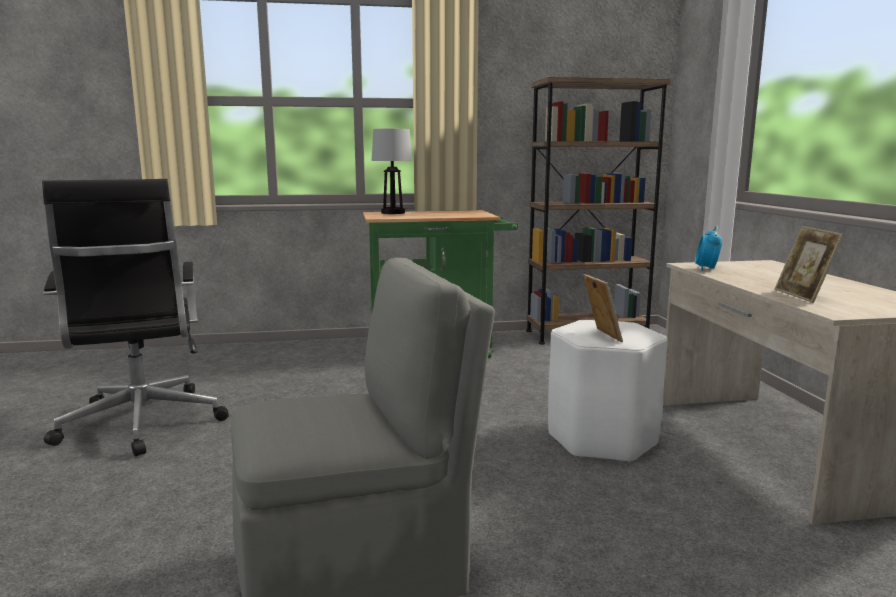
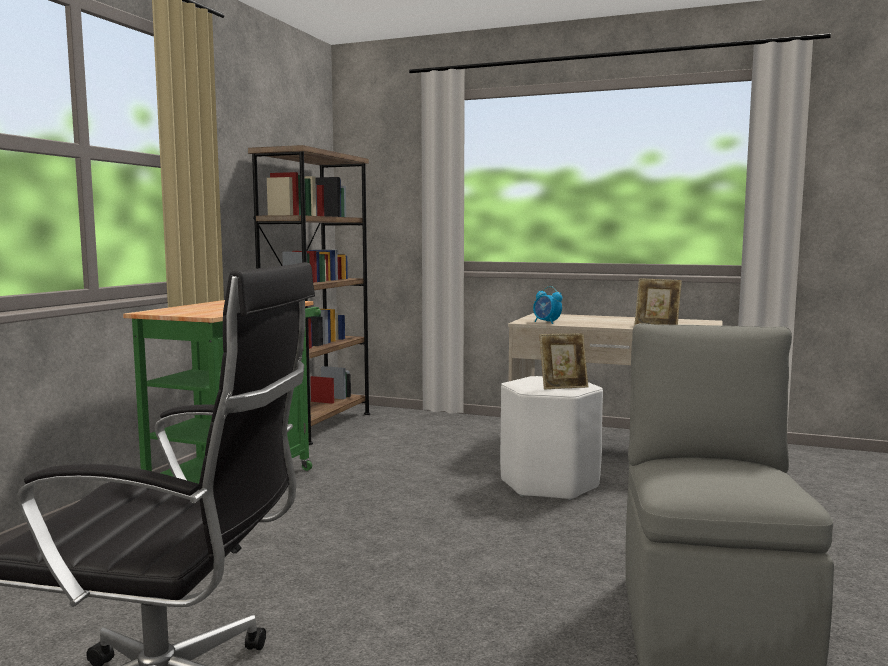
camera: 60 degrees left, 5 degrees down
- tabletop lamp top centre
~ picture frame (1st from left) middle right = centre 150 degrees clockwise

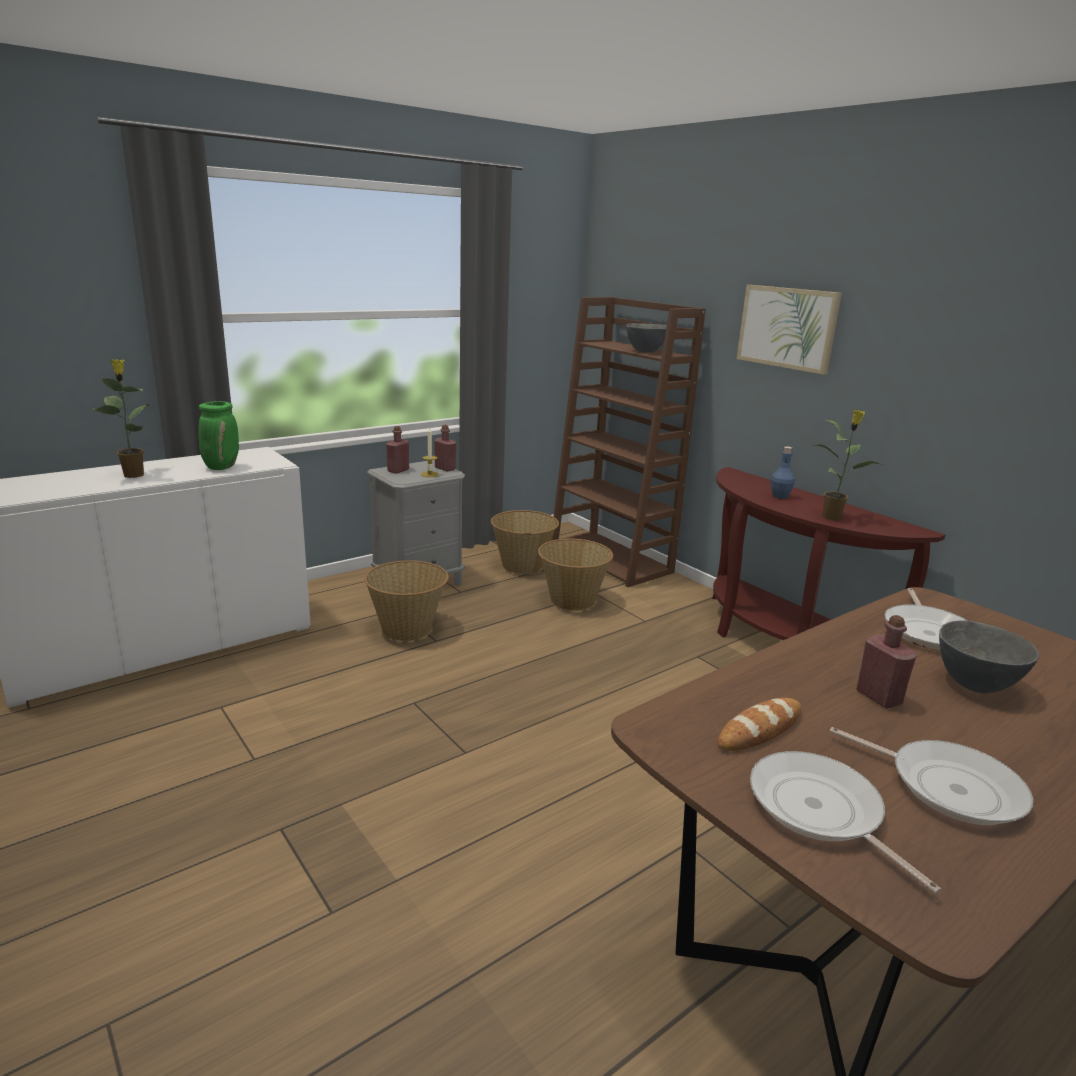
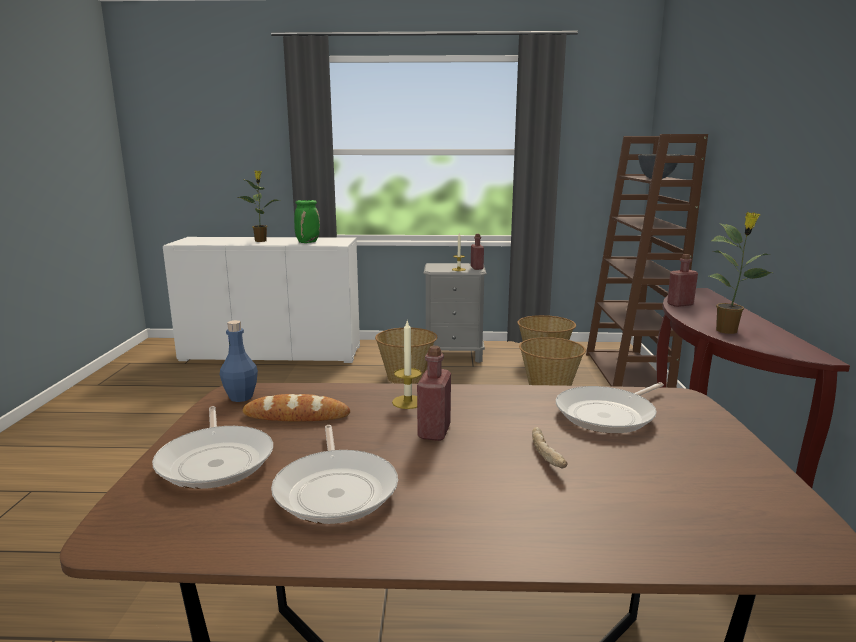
camera: 40 degrees right, 5 degrees down
- wall art top right
+ wax light (1st from left) centre
~ drink bottle (red) (1st from left in the first image) centre to drink bottle (red) (3rd from left) middle right
~ drink bottle (blue) middle right to middle left
~ deep dish (grey) (2nd from left) middle right to bakery bread (2nd from left) bottom centre
~ skillet (1st from left) bottom right = bottom left 150 degrees clockwise

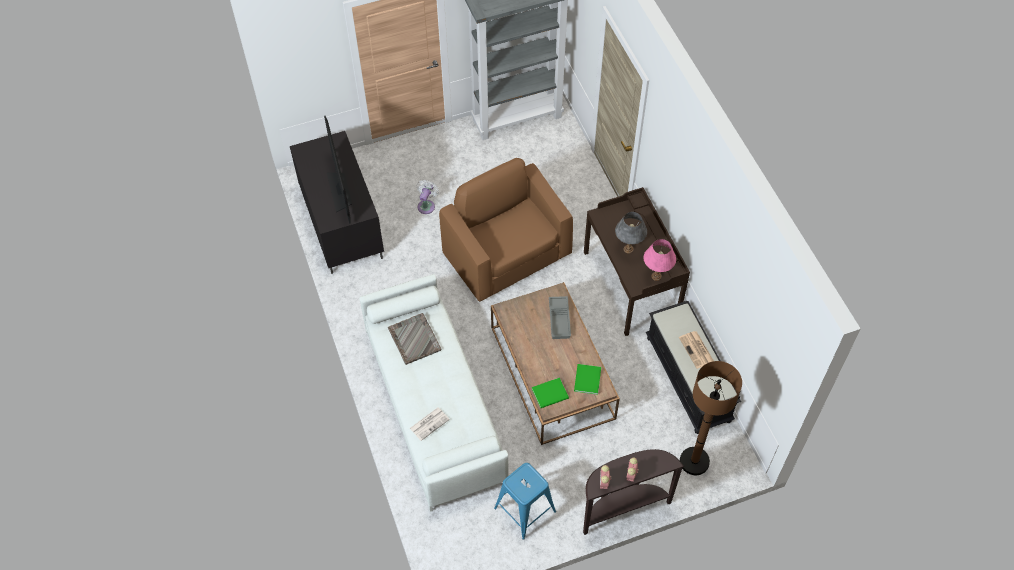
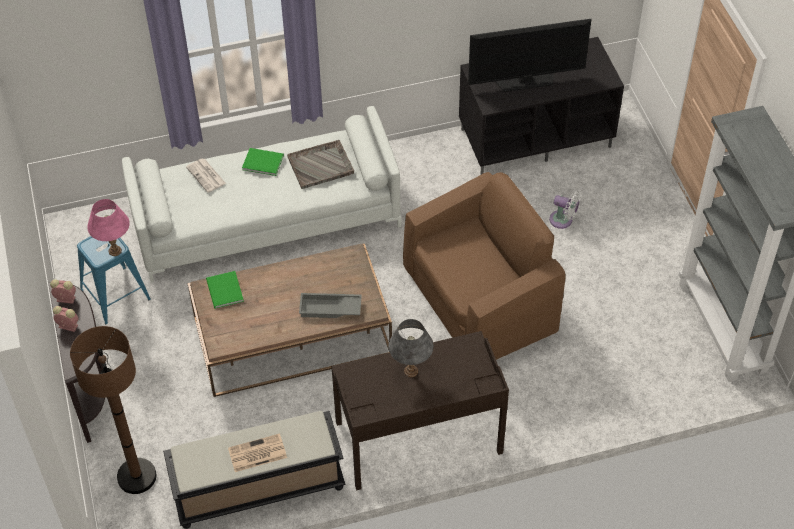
camera: 95 degrees right, 5 degrees down
~ book (green) (2nd from left) centre to top left
~ tabletop lamp (pinkish) centre to middle left

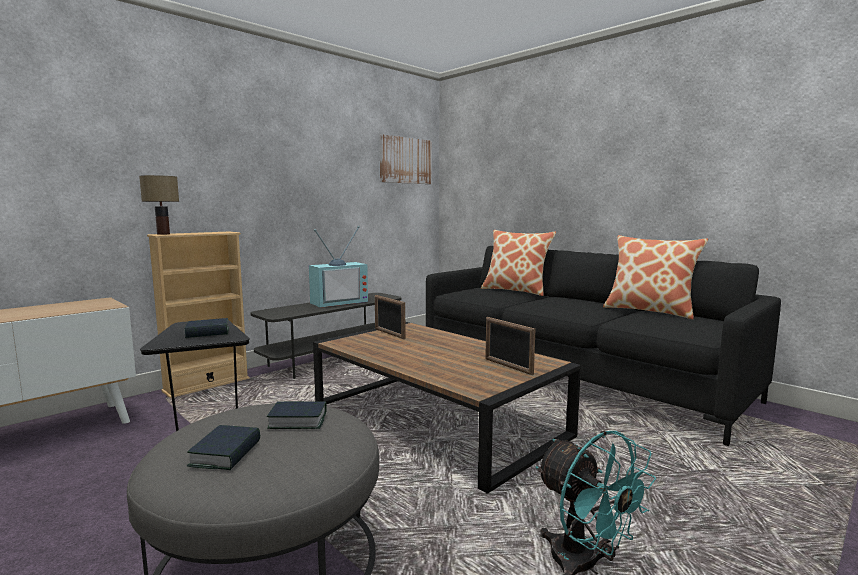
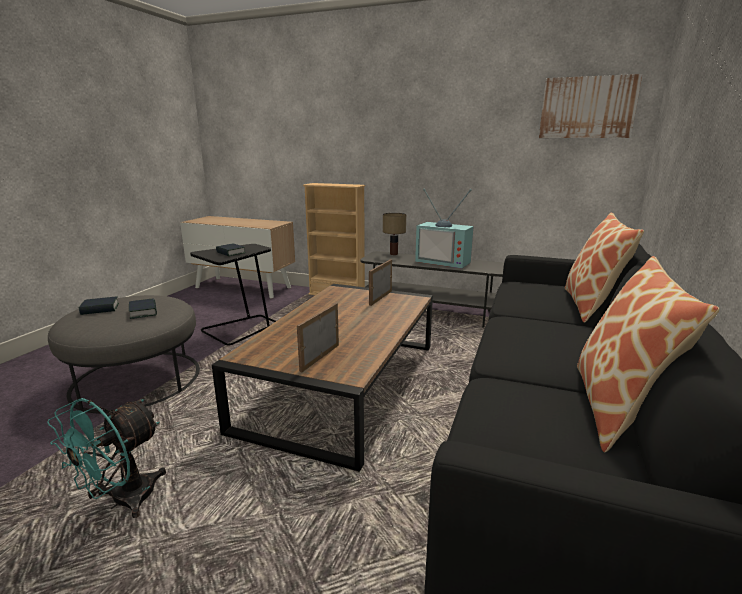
camera: 65 degrees right, 10 degrees up
~ tabletop lamp middle left to centre

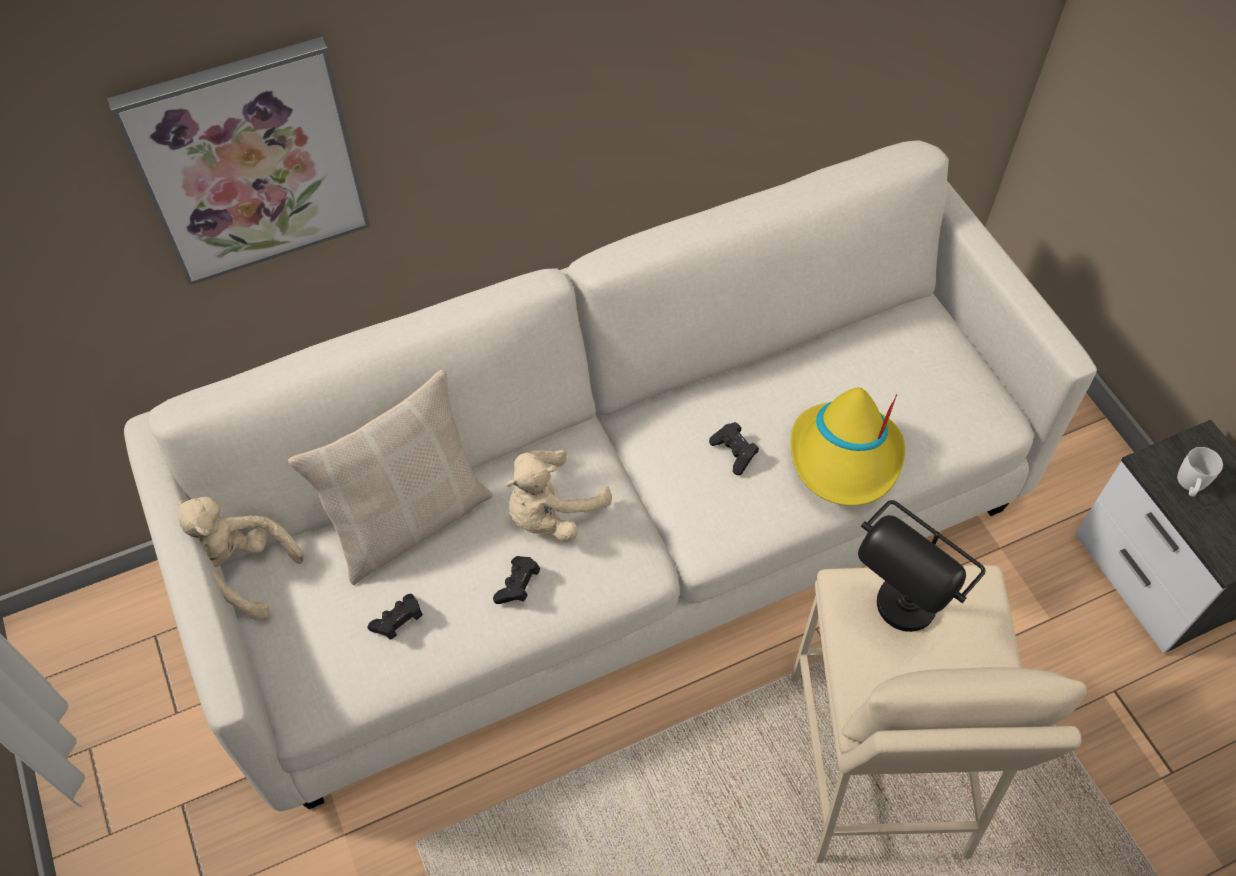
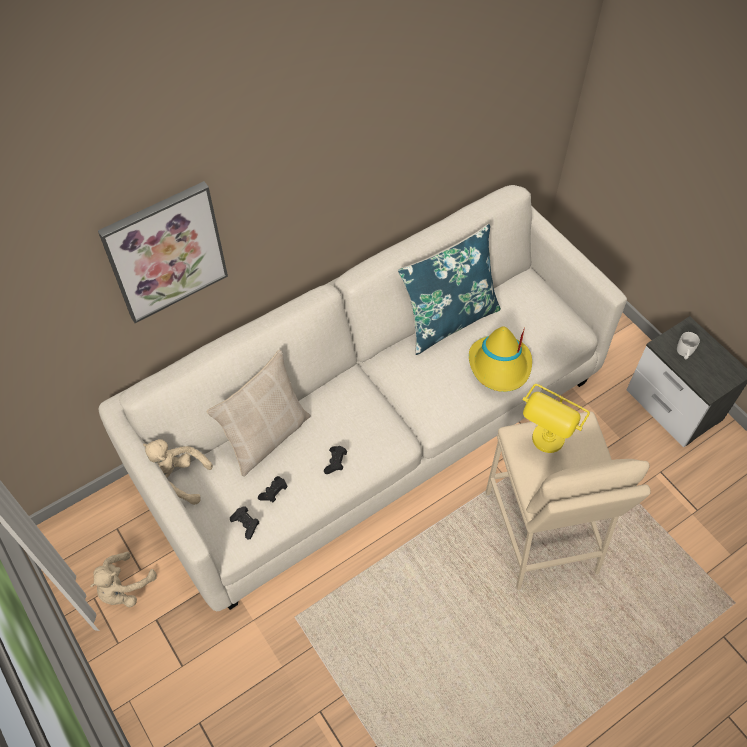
camera: 10 degrees left, 0 degrees up
+ pillow (blue) centre
~ cuddly toy (beige-coloured) (2nd from left in the first image) centre to cuddly toy (beige-coloured) (1st from left) bottom left
~ joypad (black-coloured) (3rd from left in the first image) centre to joypad (black-coloured) (1st from left) bottom left
~ tabletop lamp (black-coloured) middle right to tabletop lamp (yellowish) middle right

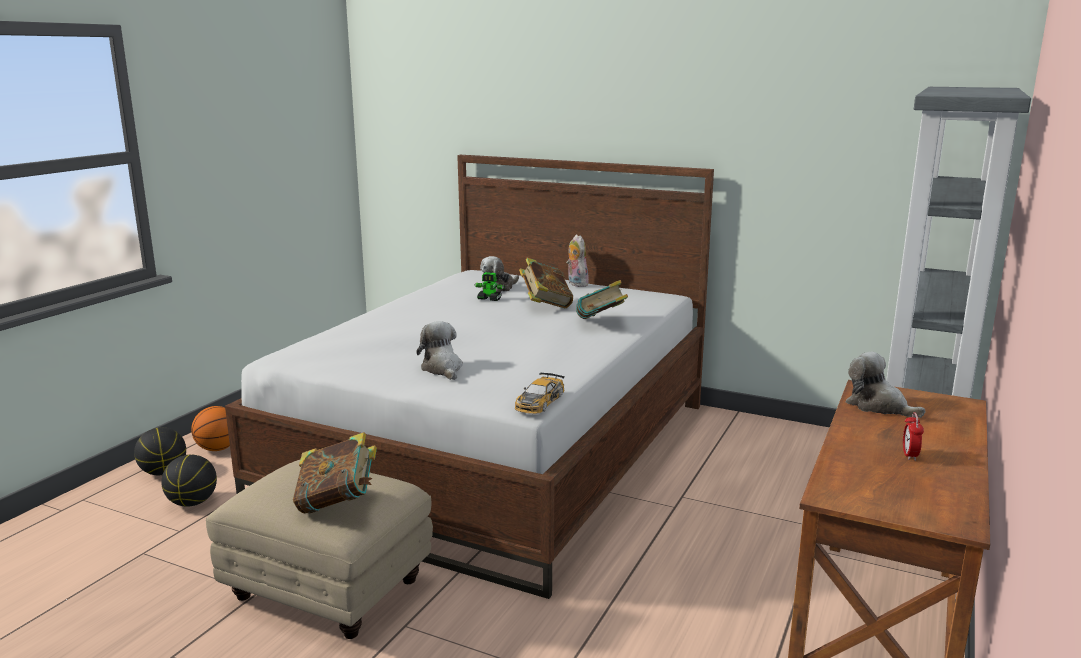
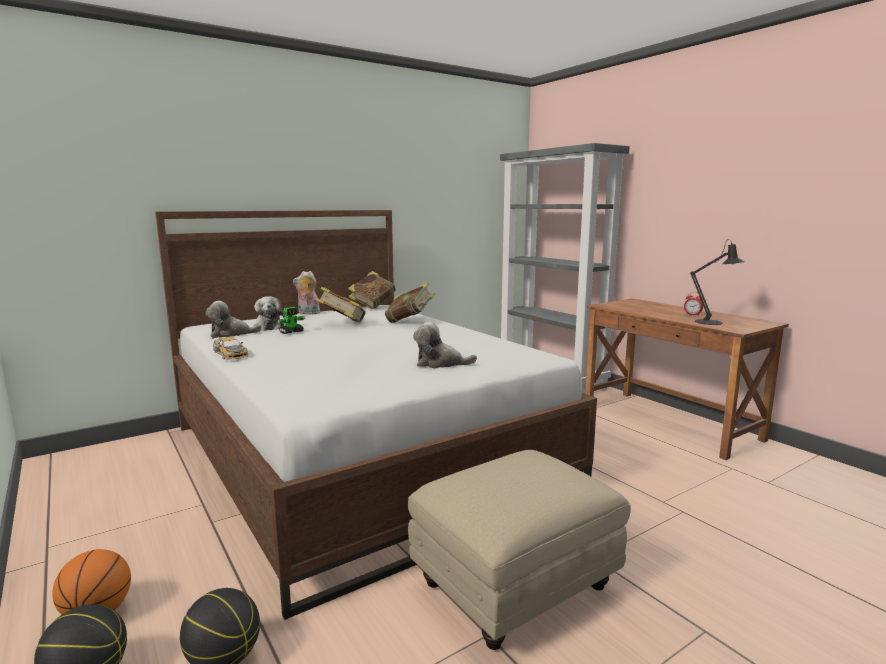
camera: 60 degrees left, 5 degrees down
+ tabletop lamp (black-coloured) middle right
~ book (1st from left in the first image) bottom left to book (2nd from left) centre
~ toy car centre to middle left
~ cuddly toy (4th from left in the first image) middle right to cuddly toy (1st from left) middle left

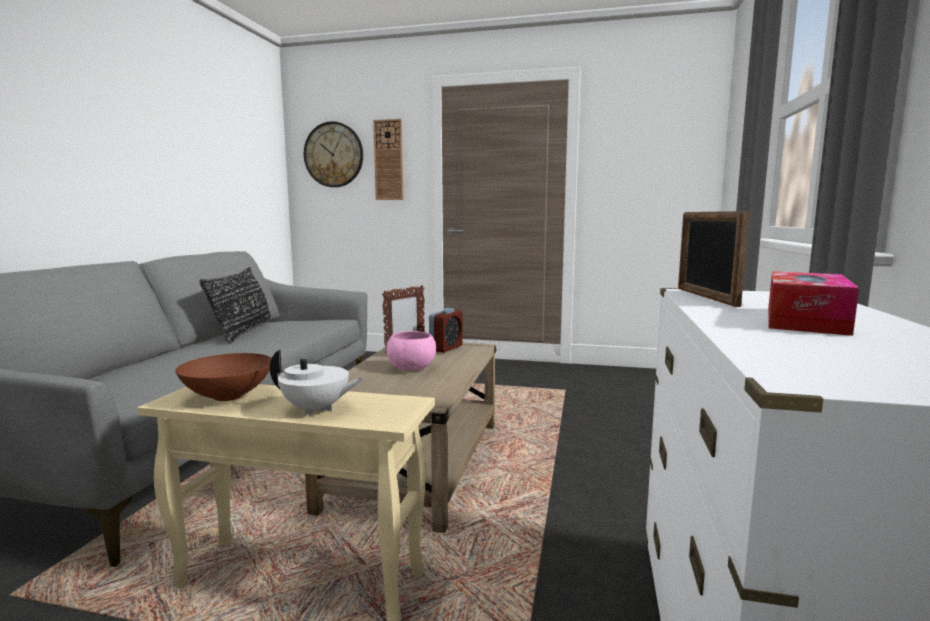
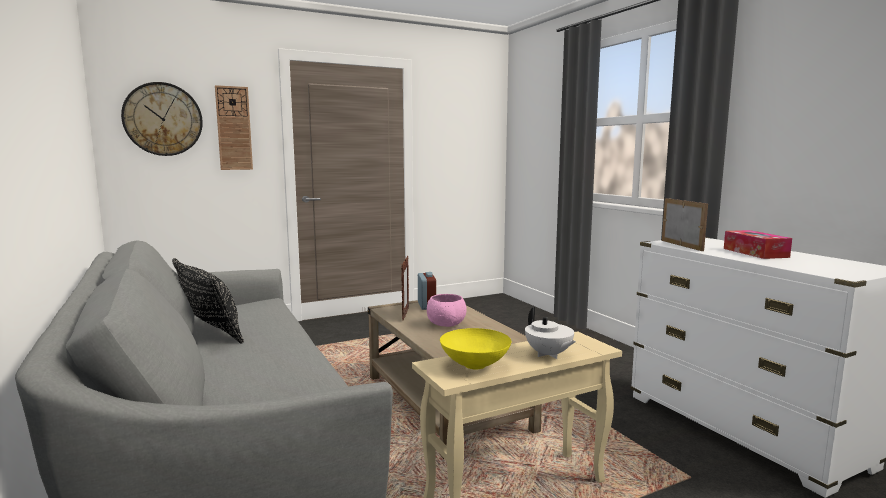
camera: 40 degrees left, 0 degrees up
~ deep dish (brown) middle left to deep dish (yellowish) bottom centre
~ pot for tea (white) centre = bottom centre 90 degrees clockwise
~ picture frame (2nd from left) middle right = middle right 150 degrees counterclockwise

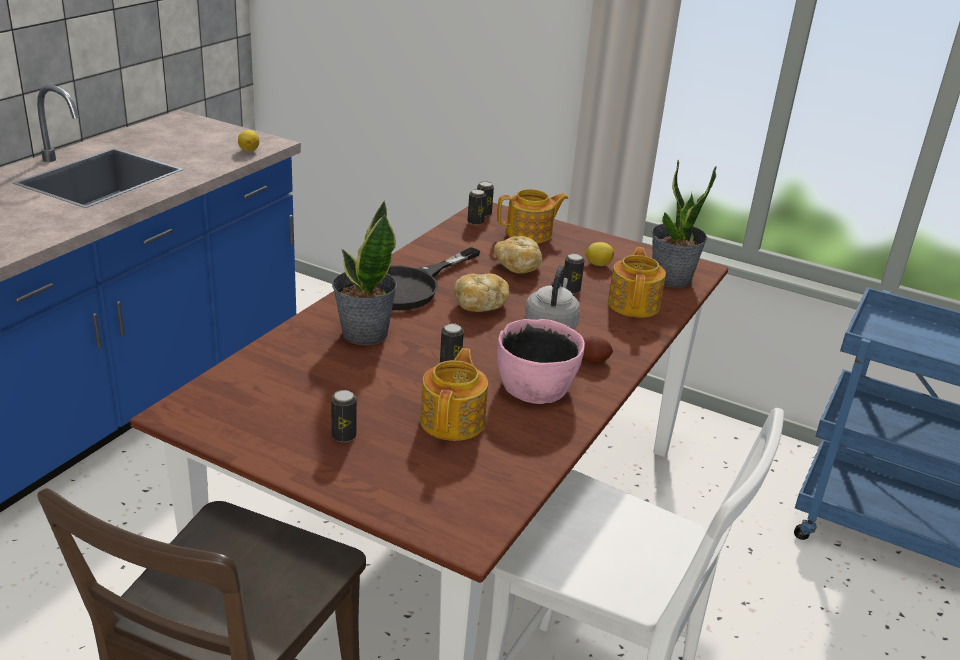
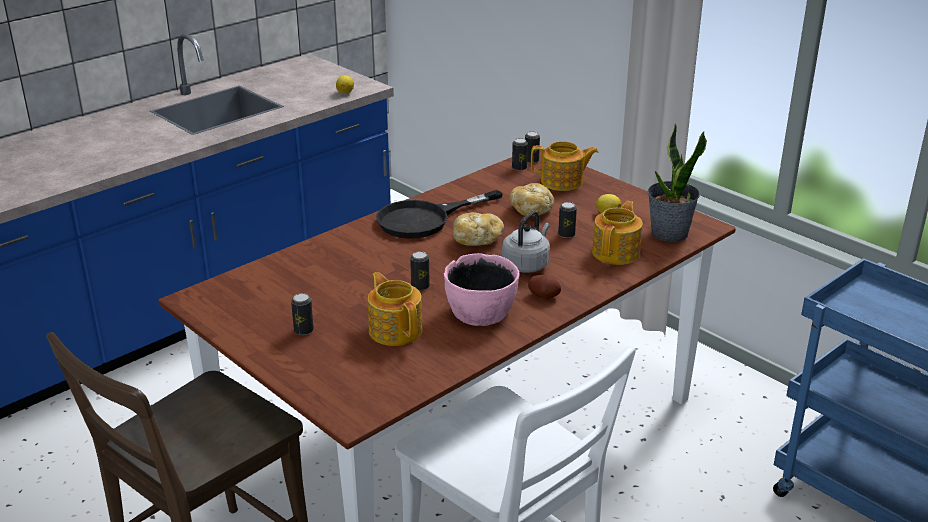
camera: 20 degrees right, 0 degrees up
- potted plant (1st from left) centre
~ pot for tea (1st from left) centre = centre 60 degrees counterclockwise

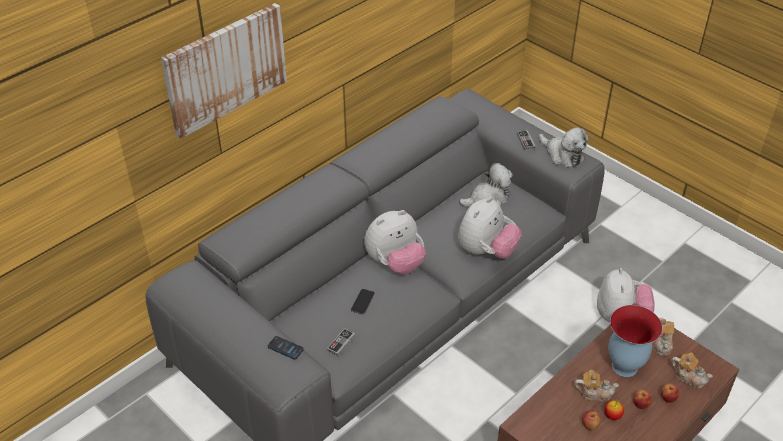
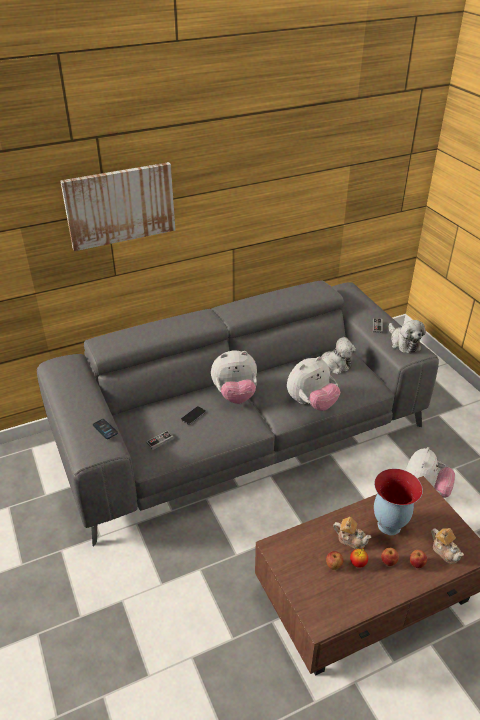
camera: 20 degrees right, 5 degrees down
- pot for tea (2nd from left) bottom right

